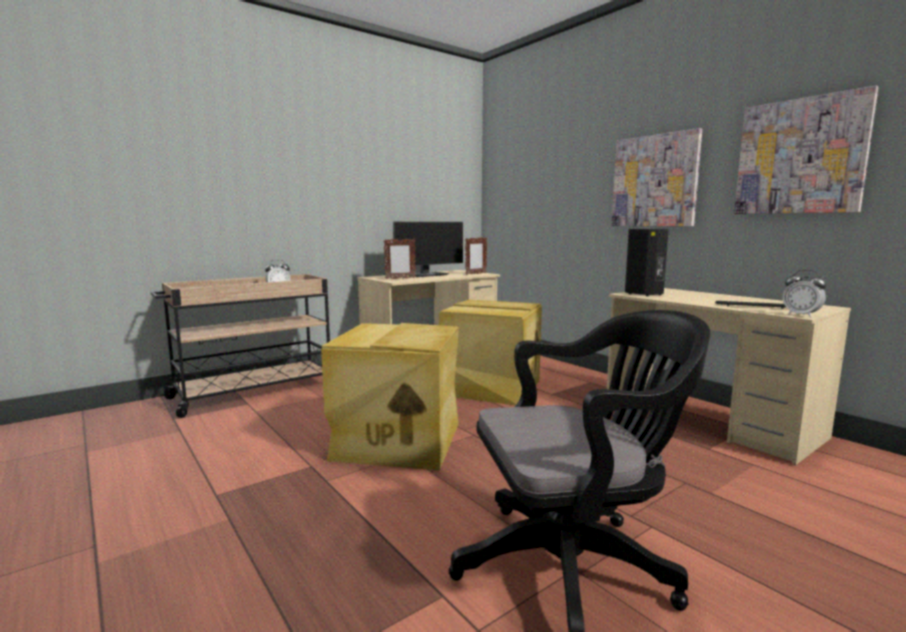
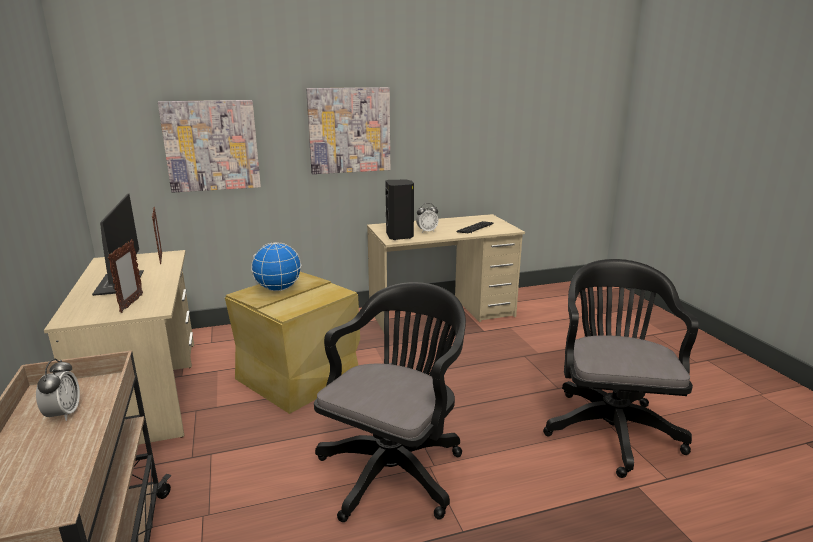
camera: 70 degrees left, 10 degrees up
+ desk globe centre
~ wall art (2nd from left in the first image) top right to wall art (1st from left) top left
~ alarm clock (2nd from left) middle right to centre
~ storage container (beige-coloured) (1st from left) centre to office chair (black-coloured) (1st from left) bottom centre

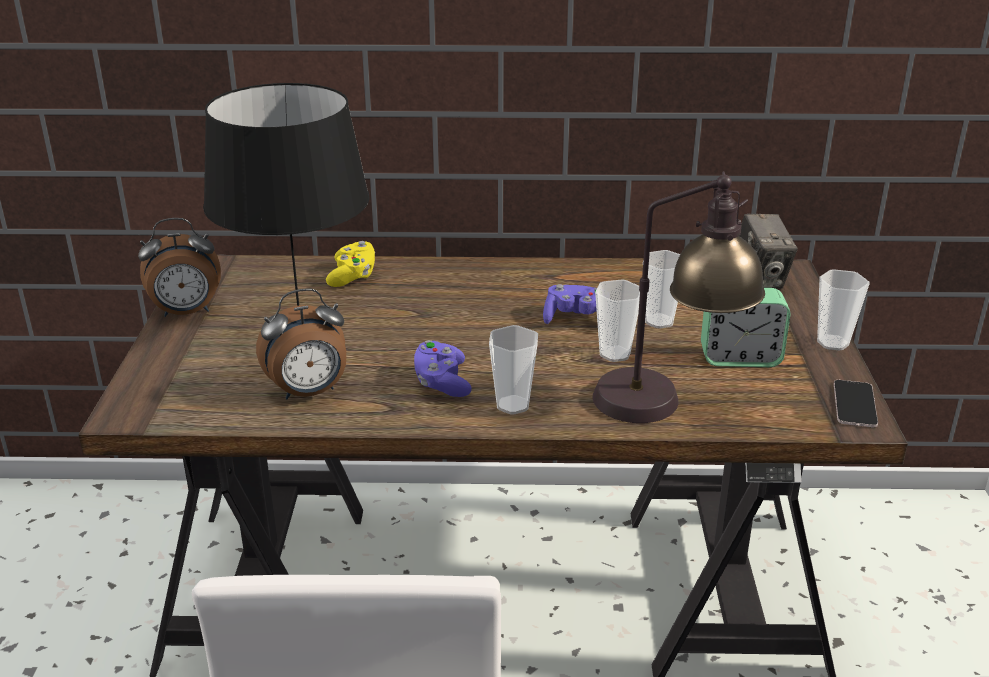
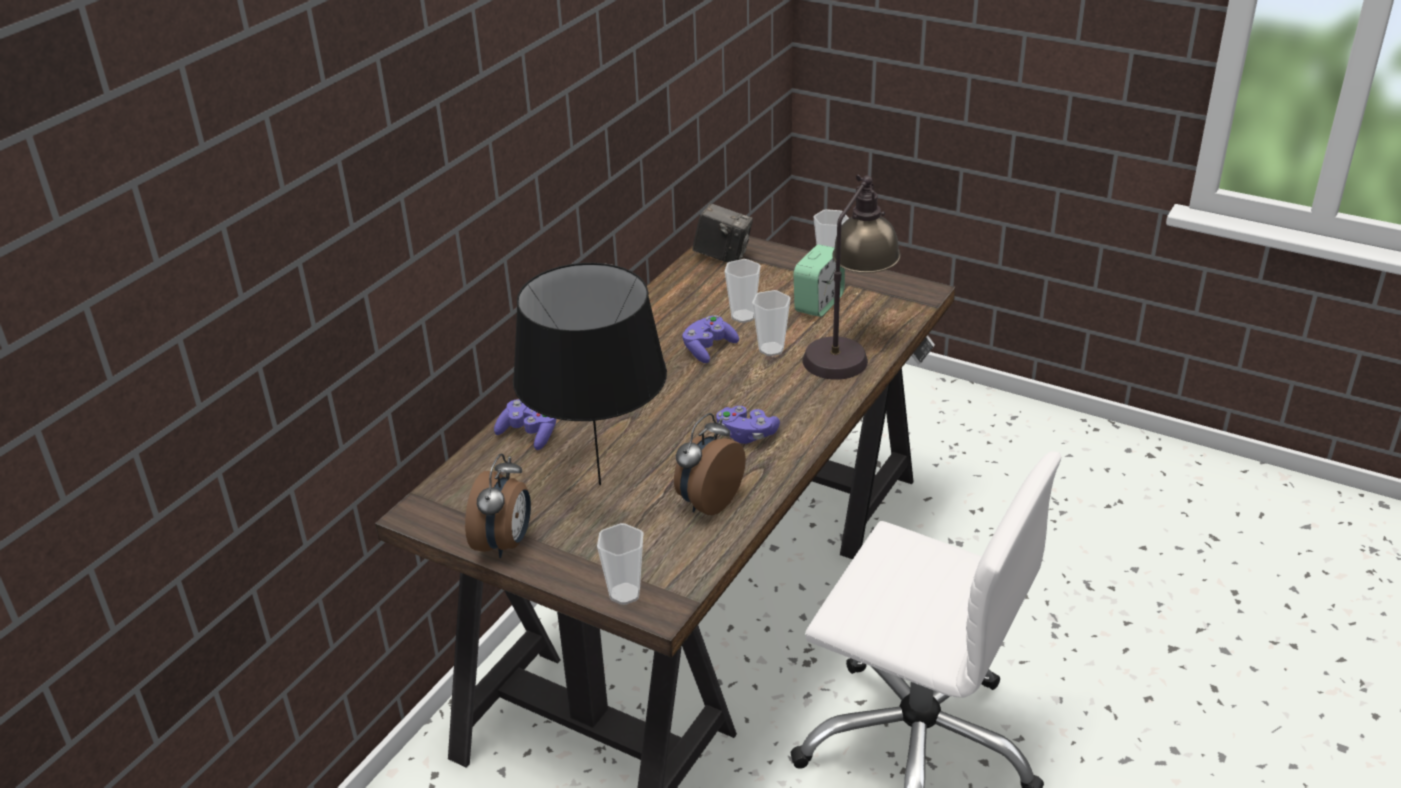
camera: 60 degrees left, 5 degrees up
- telephone middle right
~ cup (1st from left) centre to bottom centre
~ joypad (yellowish) centre to joypad (purplish) (1st from left) centre
~ alarm clock (2nd from left) middle left = centre 150 degrees counterclockwise

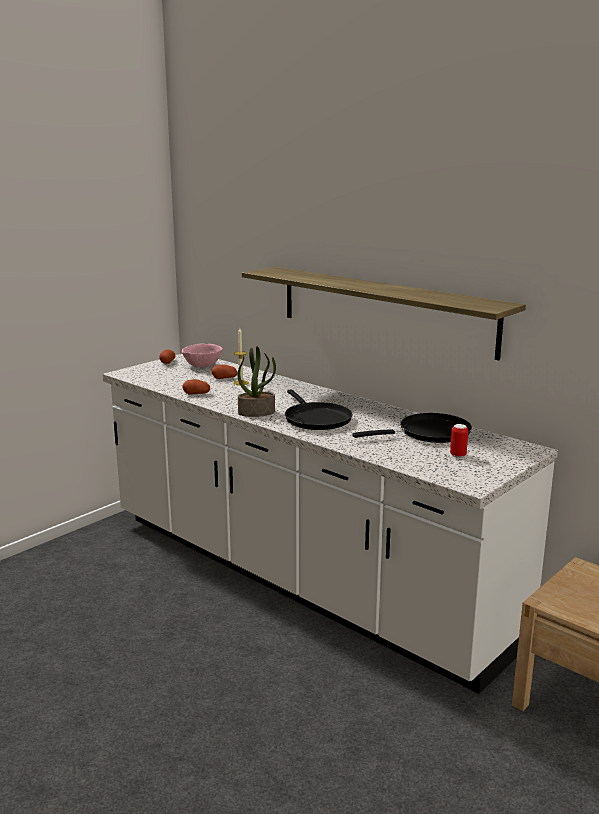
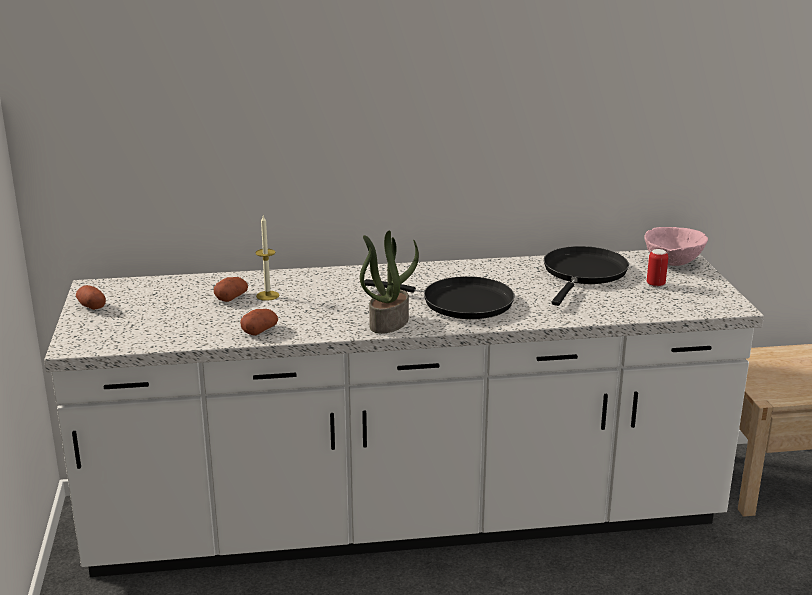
camera: 50 degrees left, 5 degrees up
- bracket shelf centre
~ deep dish (pinkish) centre to middle right

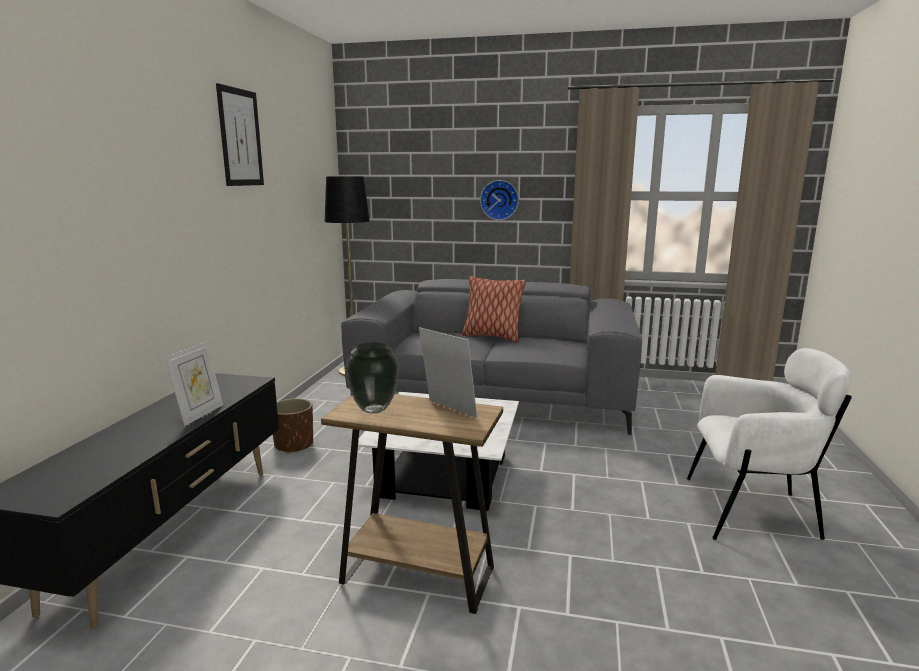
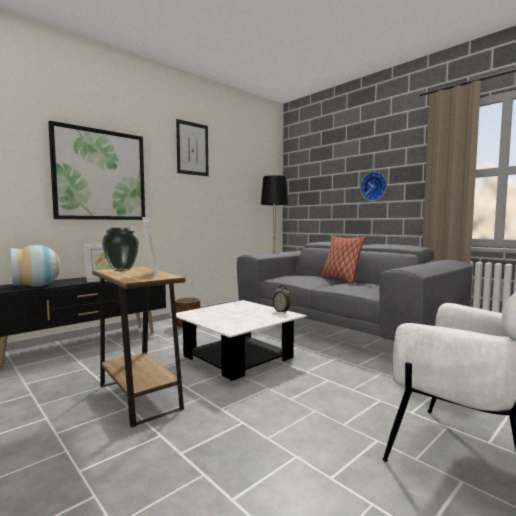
camera: 35 degrees right, 10 degrees down
+ decorative vase (1st from left) middle left
+ wall art (1st from left) top left
+ alarm clock centre

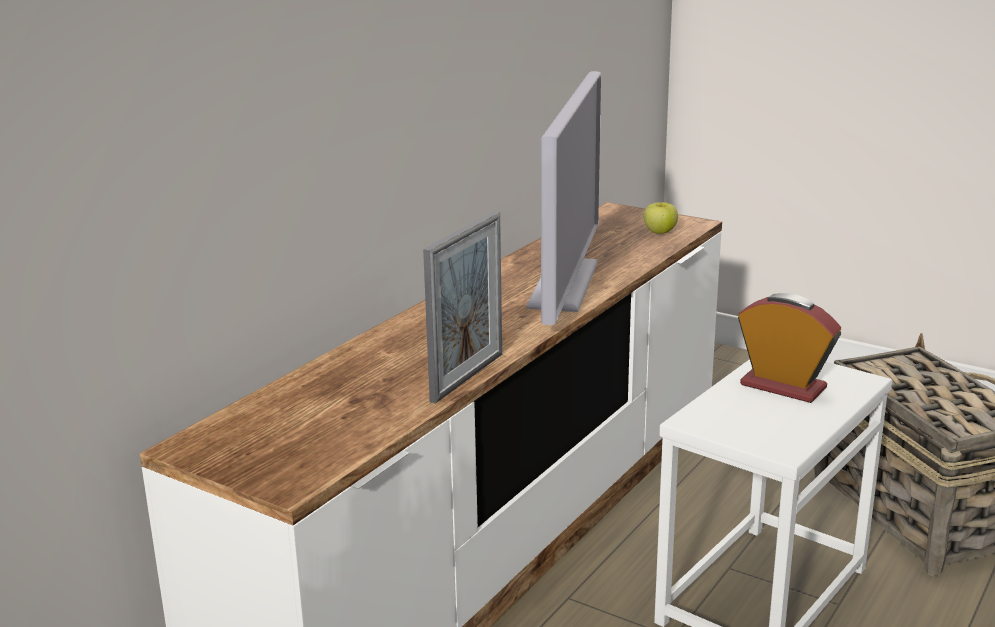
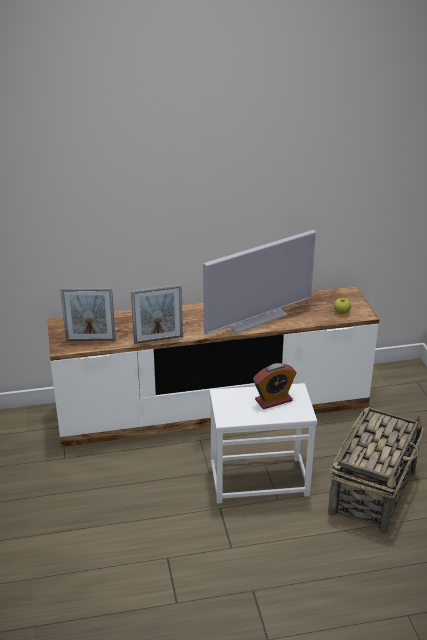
camera: 45 degrees right, 10 degrees up
+ picture frame (1st from left) middle left
~ alarm clock middle right = centre 75 degrees clockwise

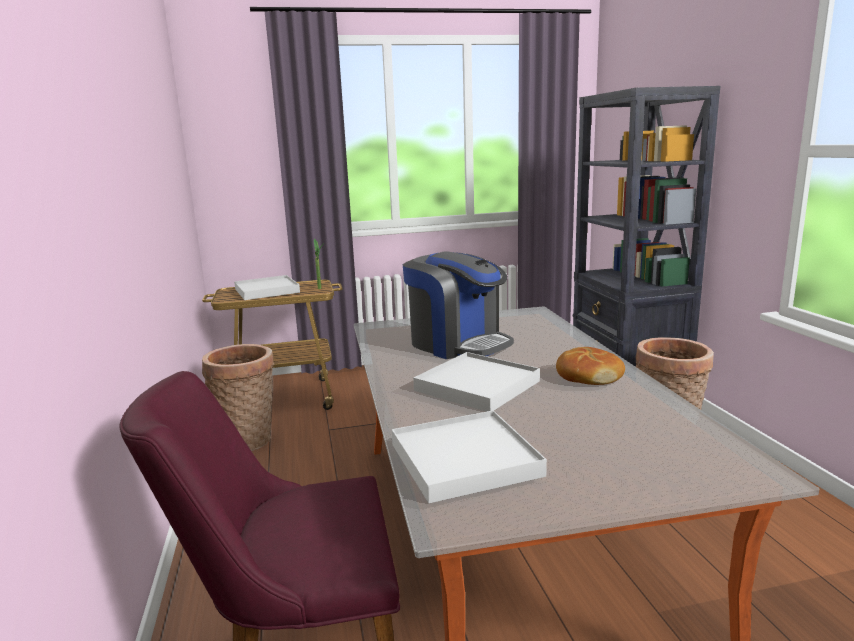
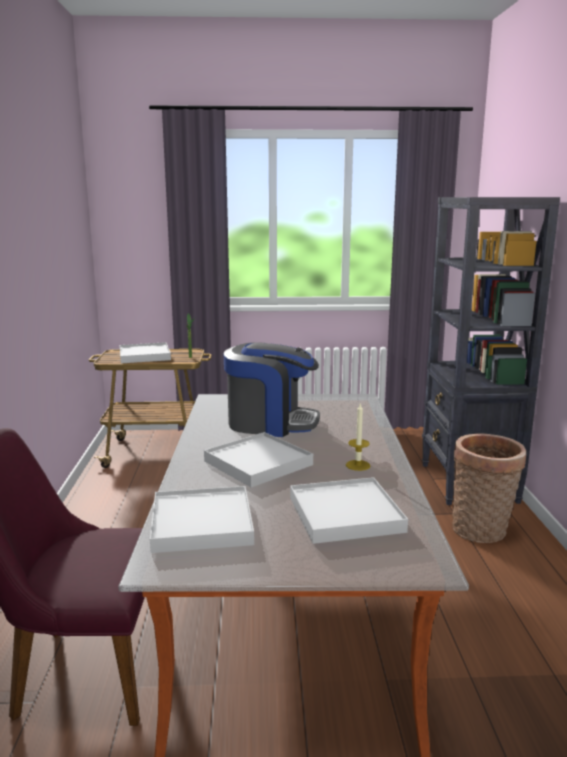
camera: 10 degrees right, 0 degrees up
- household basket (1st from left) middle left
+ tray (white) (4th from left) bottom centre
~ bakery bread middle right to wax light centre
~ coffee machine centre = centre 45 degrees counterclockwise

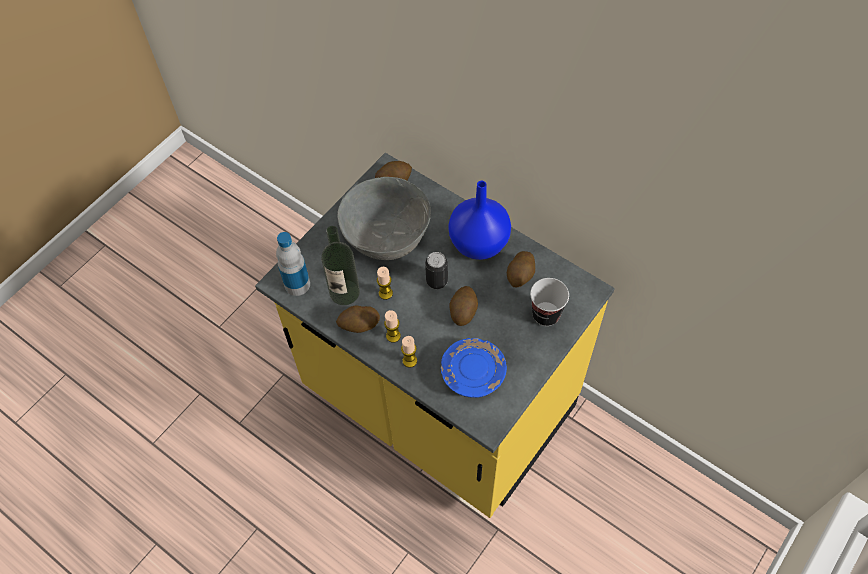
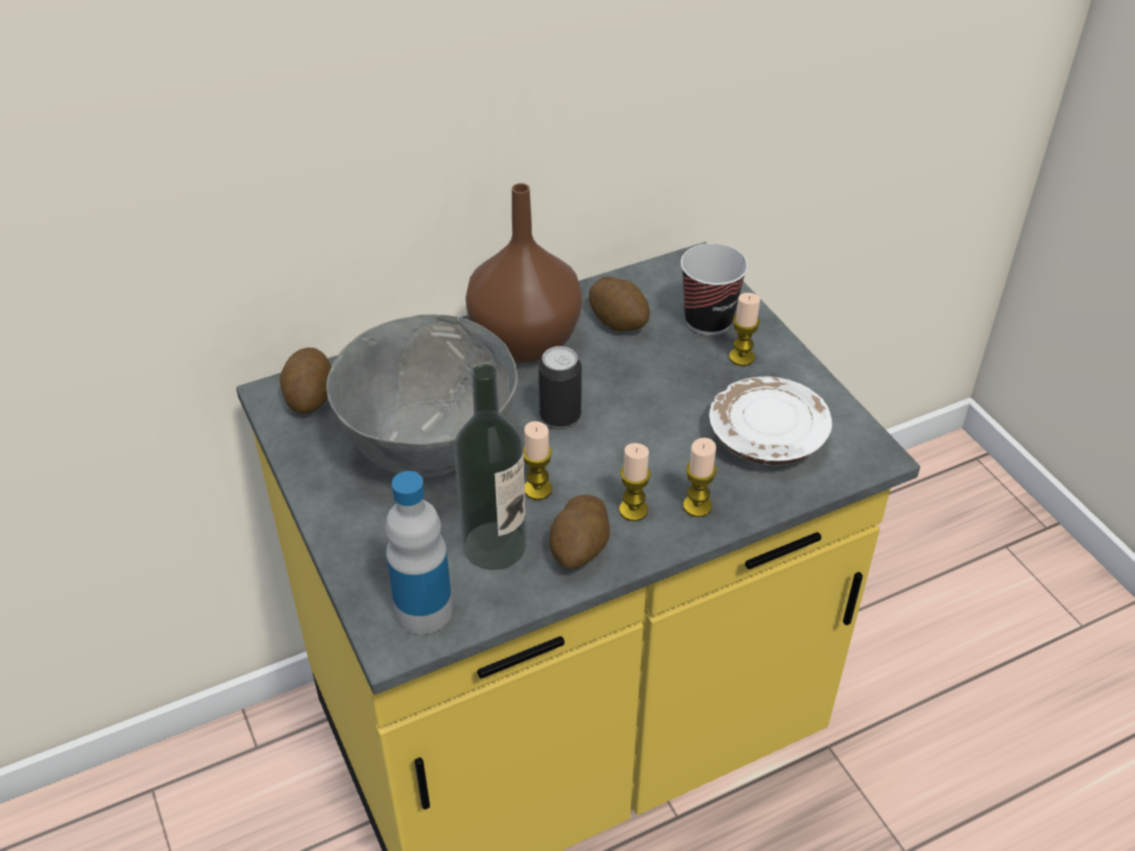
camera: 65 degrees left, 15 degrees down
- potato (3rd from left) centre
+ wax light (4th from left) centre
~ flat dish (blue) centre to flat dish (white) middle right
~ decorative vase (blue) centre to decorative vase (brown) top centre

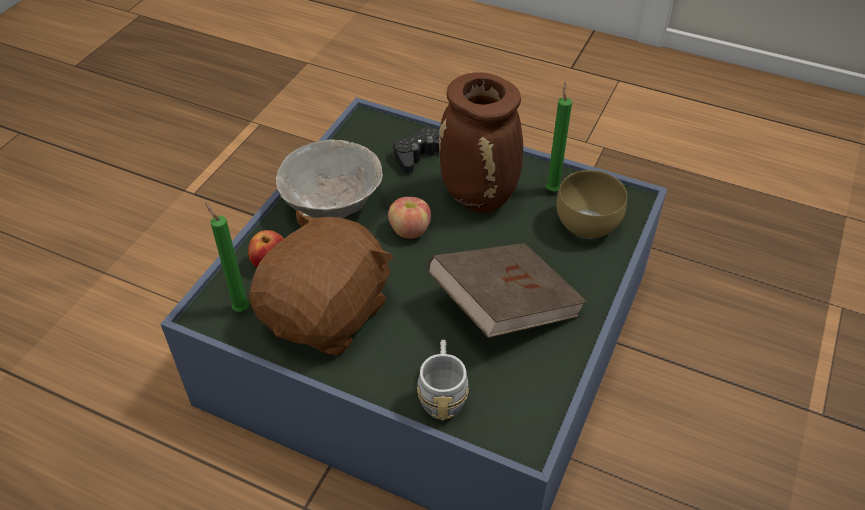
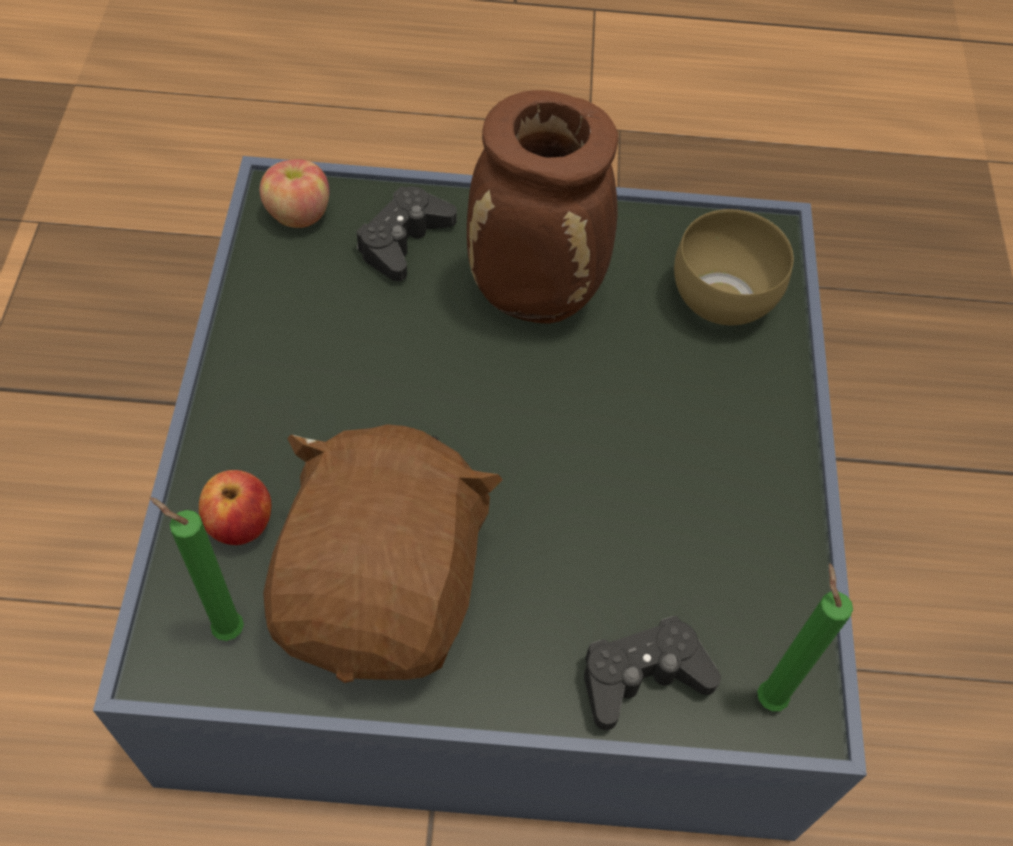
camera: 25 degrees left, 10 degrees up
- deep dish (grey) centre
- book (brown) centre
~ apple (2nd from left) centre to top left
~ wax light (green) (2nd from left) top centre to bottom right
~ tea mug (grey) bottom centre to joypad (black-coloured) (2nd from left) bottom centre

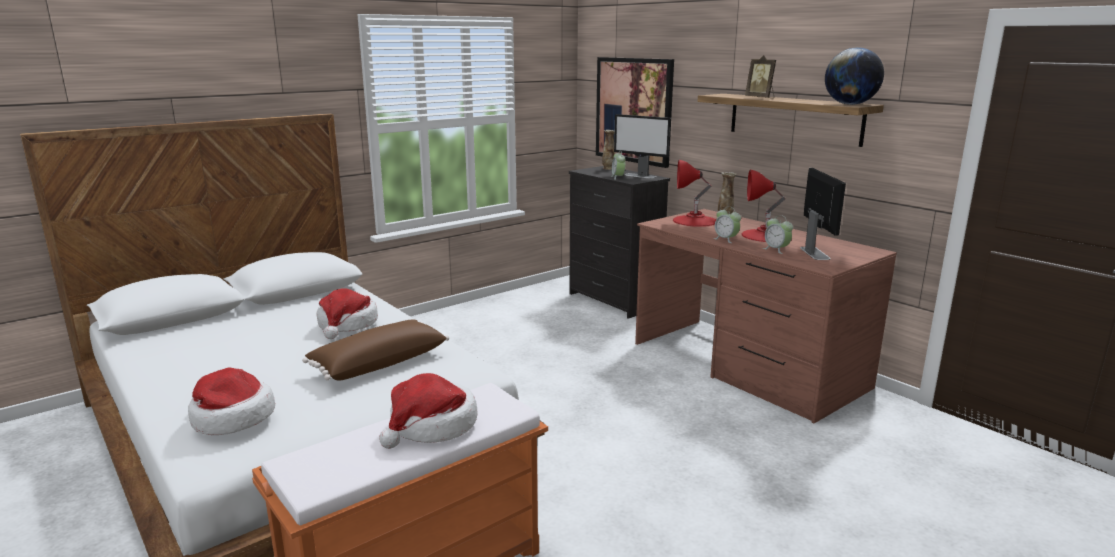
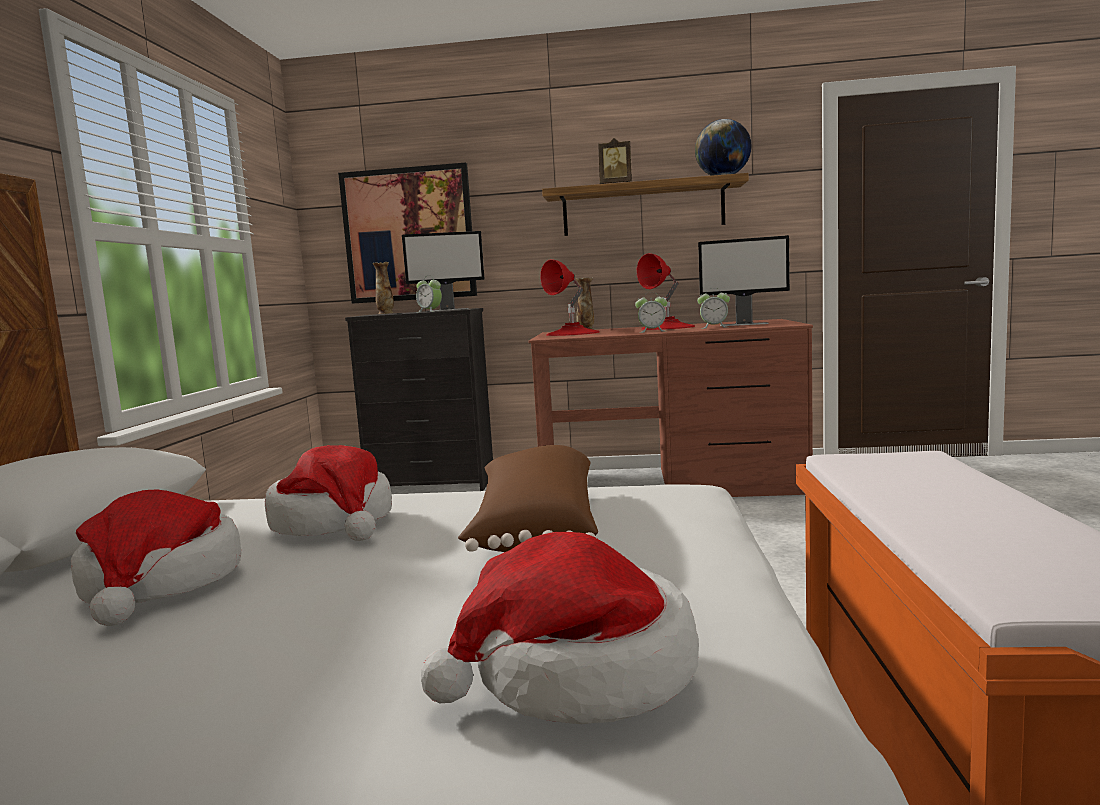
camera: 45 degrees left, 10 degrees down
~ wearable hat (3rd from left in the first image) bottom centre to wearable hat (1st from left) bottom left
~ computer screen (2nd from left) middle right = middle right 150 degrees clockwise

